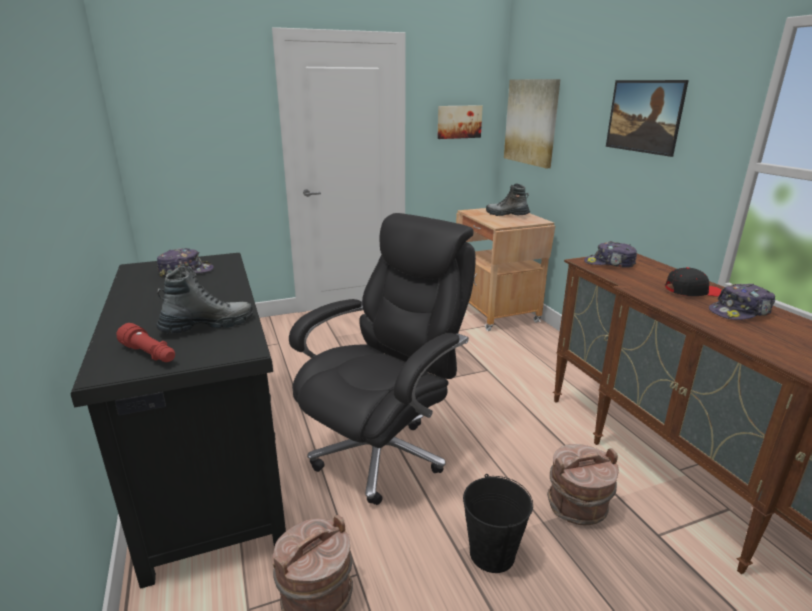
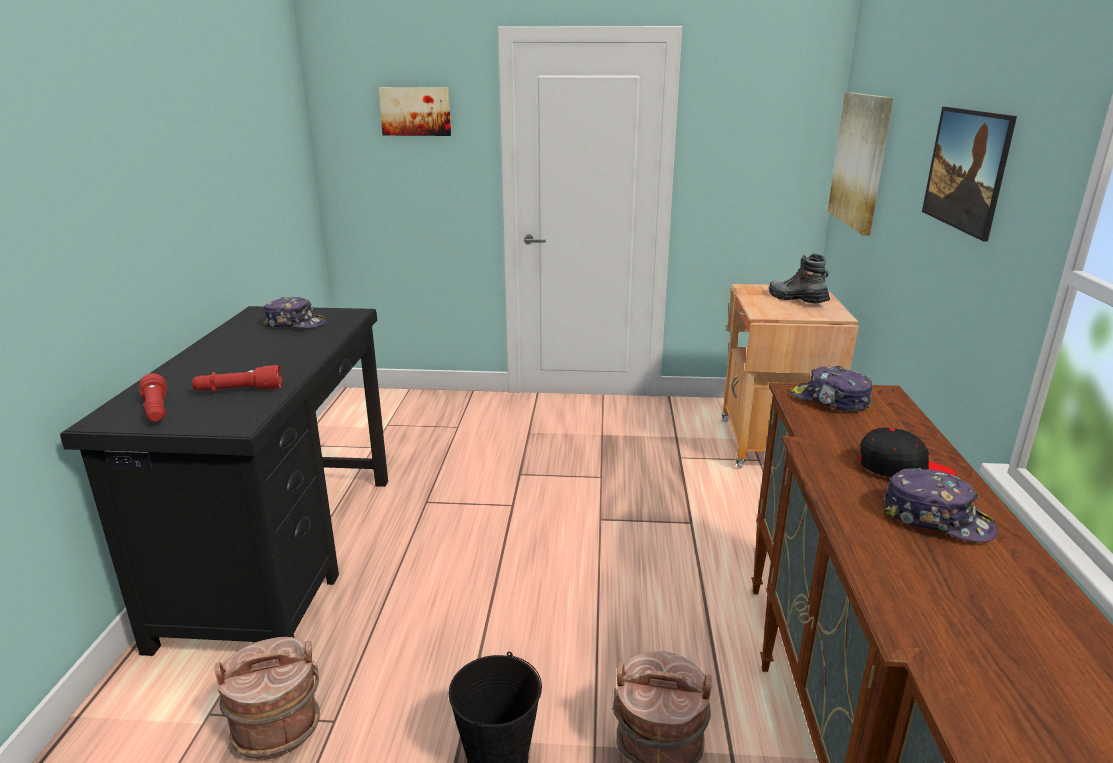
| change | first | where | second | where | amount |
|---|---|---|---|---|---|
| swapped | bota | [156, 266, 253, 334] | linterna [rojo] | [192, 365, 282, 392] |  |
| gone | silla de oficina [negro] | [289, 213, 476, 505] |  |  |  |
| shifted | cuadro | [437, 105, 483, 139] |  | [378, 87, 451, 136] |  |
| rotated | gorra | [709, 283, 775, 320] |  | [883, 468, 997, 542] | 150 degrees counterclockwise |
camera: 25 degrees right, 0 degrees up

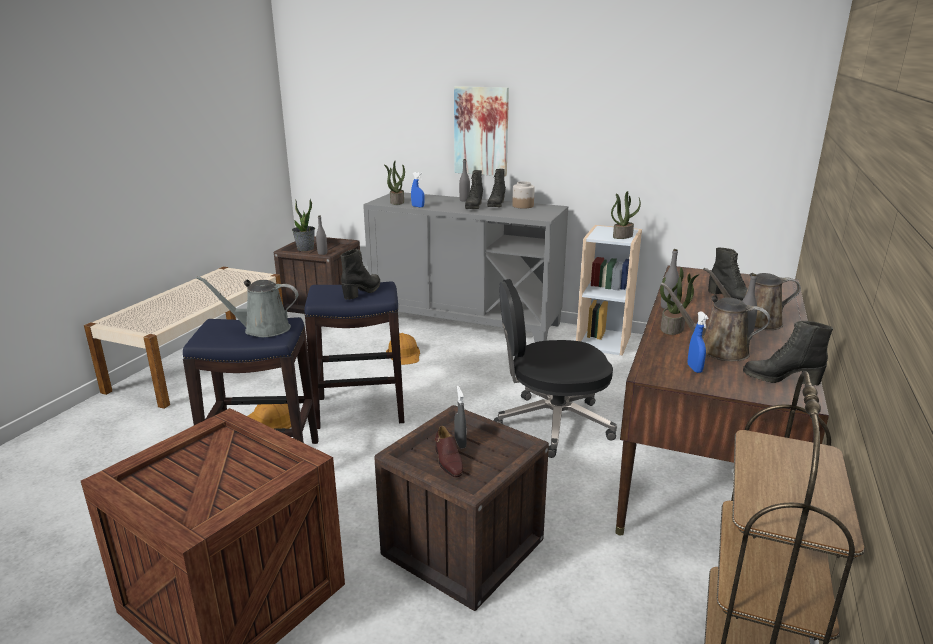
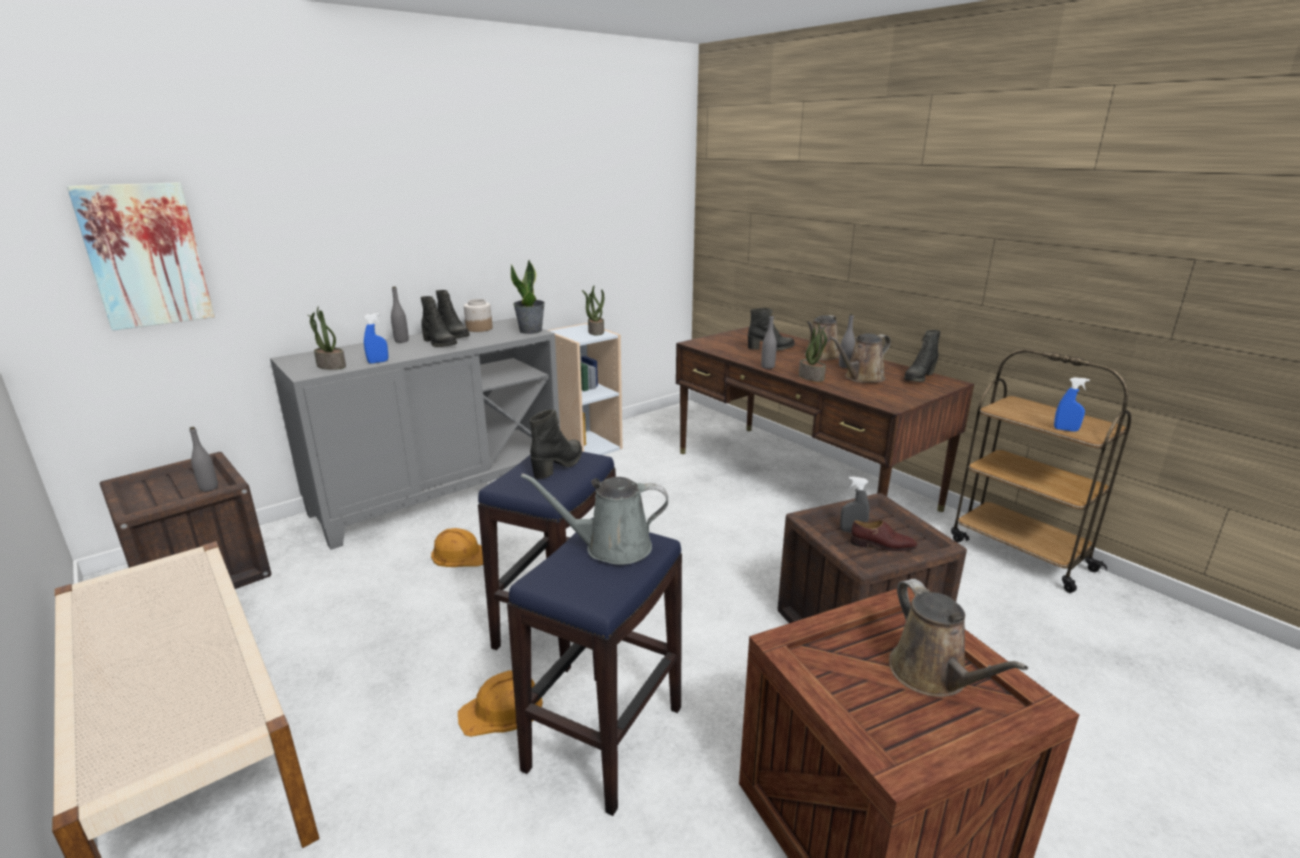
| change | first | where | second | where | amount |
|---|---|---|---|---|---|
| rotated | regadera [gris] | [196, 276, 298, 337] |  | [521, 473, 668, 565] | 60 degrees clockwise |
| shifted | planta en maceta | [292, 198, 315, 251] |  | [511, 260, 545, 334] |  |
| rotated | bota [negro] | [341, 249, 380, 300] |  | [530, 409, 582, 479] | 60 degrees clockwise |
| shifted | cuadro | [454, 86, 509, 176] |  | [67, 182, 215, 331] |  |
| gone | silla de oficina [negro] | [494, 279, 617, 458] |  |  |  |
| shifted | pulverizador [azul] | [688, 311, 709, 373] |  | [1054, 377, 1090, 432] |  |
| new |  |  | regadera [marrón] | [889, 579, 1028, 697] |  |
camera: 60 degrees left, 0 degrees up

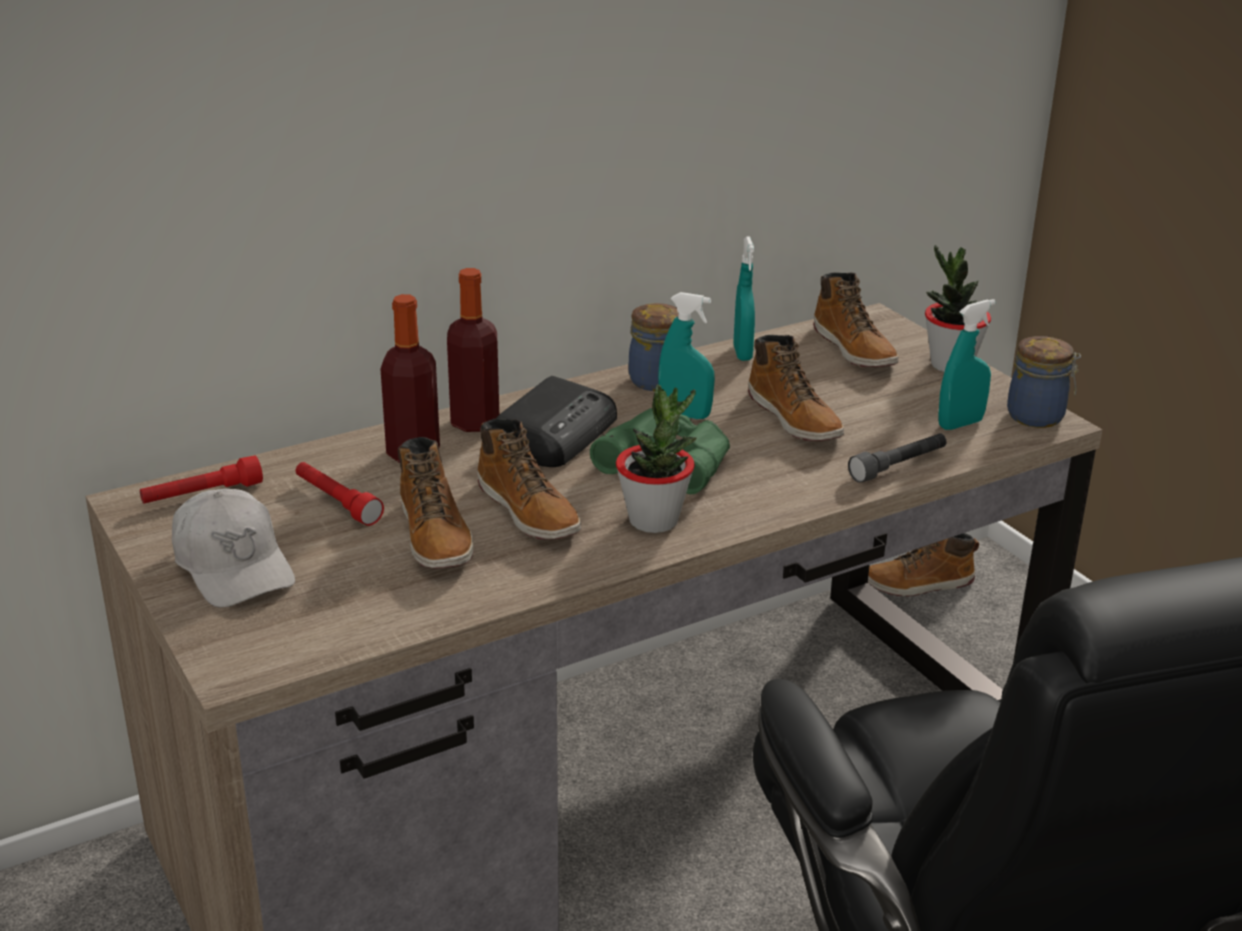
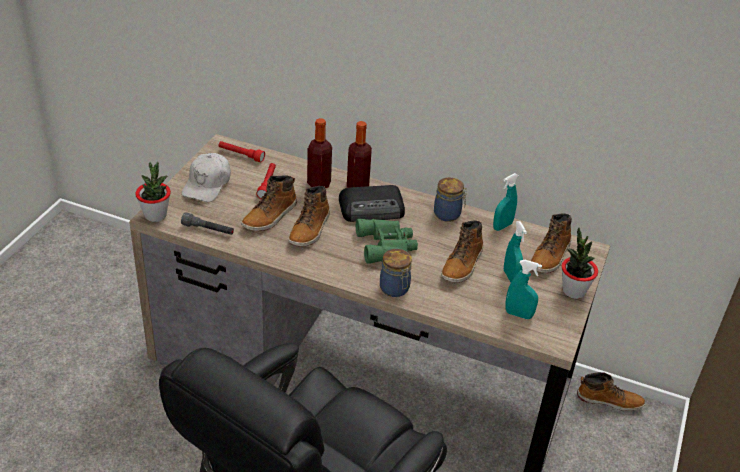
| change | first | where | second | where | amount |
|---|---|---|---|---|---|
| shifted | planta en maceta | [616, 384, 697, 533] |  | [135, 162, 171, 222] |  |
| shifted | pulverizador [turquesa] | [658, 292, 715, 419] |  | [504, 221, 527, 282] |  |
| shifted | linterna [gris] | [848, 433, 947, 483] |  | [181, 212, 234, 235] |  |
| rotated | bota | [868, 533, 979, 597] |  | [577, 372, 645, 411] | 150 degrees clockwise |
| shifted | tarro | [1007, 336, 1081, 428] |  | [380, 249, 412, 297] |  |
camera: 50 degrees right, 10 degrees up

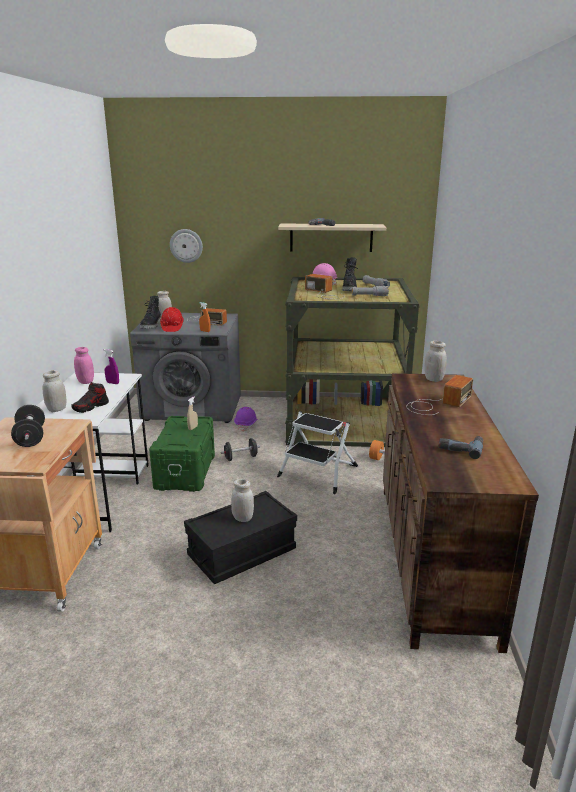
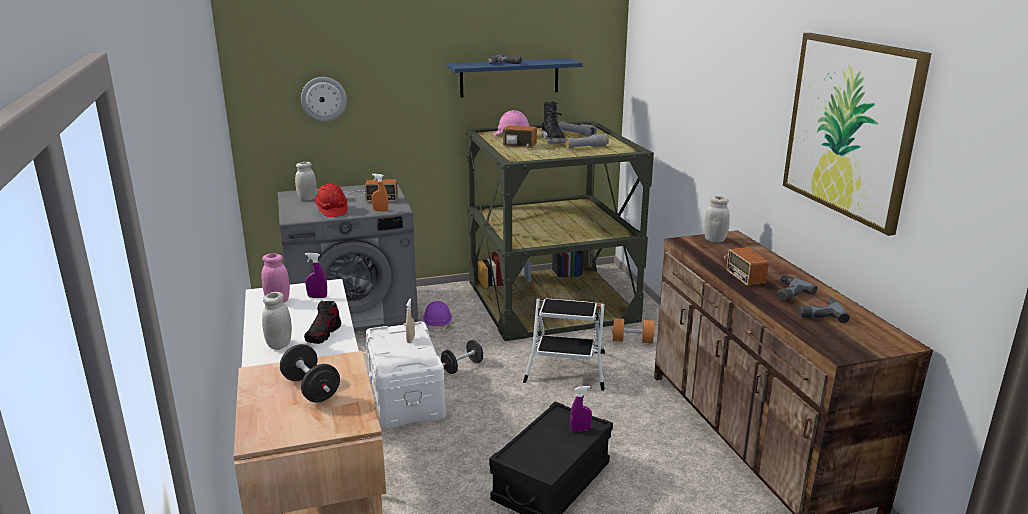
| change | first | where | second | where | amount |
|---|---|---|---|---|---|
| gone | bota [negro] | [140, 296, 161, 329] |  |  |  |
| repainted | caja de almacenaje [verde] | [149, 416, 215, 492] | caja de almacenaje [blanco] | [366, 321, 446, 428] |  |
| gone | tarro [blanco] | [231, 479, 254, 522] |  |  |  |
| repainted | estante [beis] | [278, 224, 386, 252] | estante [azul] | [447, 58, 583, 98] |  |
| rotated | radio | [407, 375, 473, 415] |  | [724, 247, 769, 285] | 150 degrees clockwise |
| new |  |  | pulverizador [morado] | [570, 386, 592, 432] |  |
| new |  |  | taladro | [777, 275, 818, 301] |  |
| new |  |  | cuadro | [783, 33, 932, 236] |  |
camera: 20 degrees left, 0 degrees up

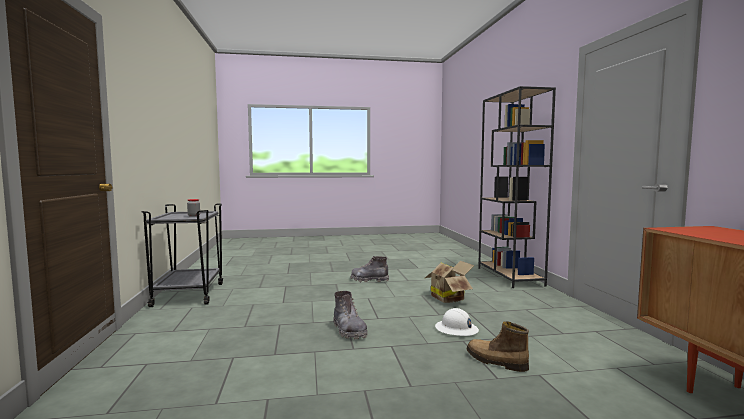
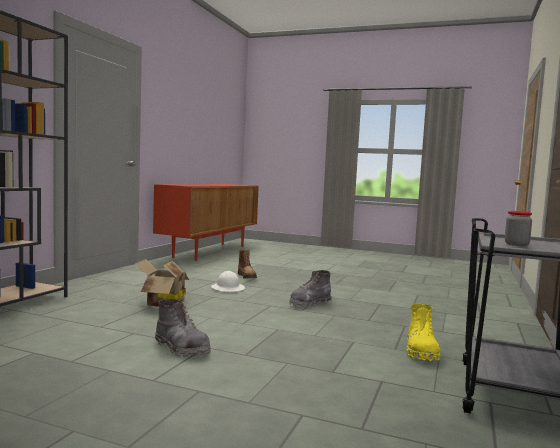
| change | first | where | second | where | amount |
|---|---|---|---|---|---|
| rotated | bota [gris] | [333, 291, 368, 339] |  | [289, 270, 331, 308] | 135 degrees counterclockwise |
| new |  |  | bota [amarillo] | [407, 304, 440, 363] |  |
camera: 150 degrees left, 0 degrees up

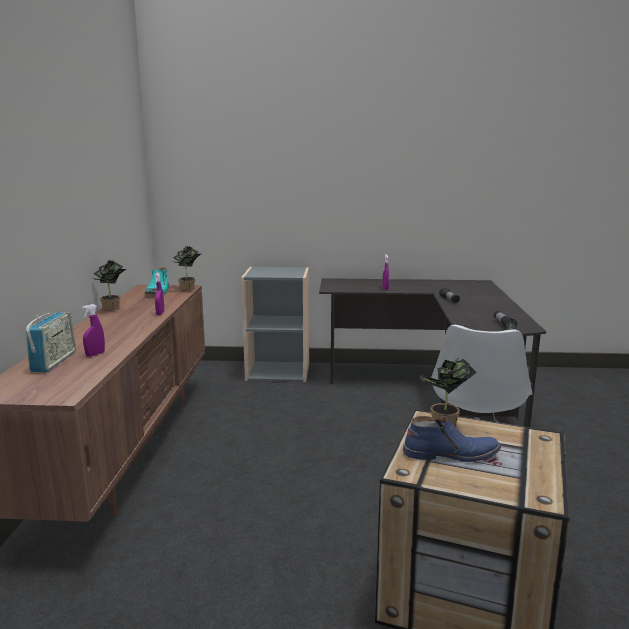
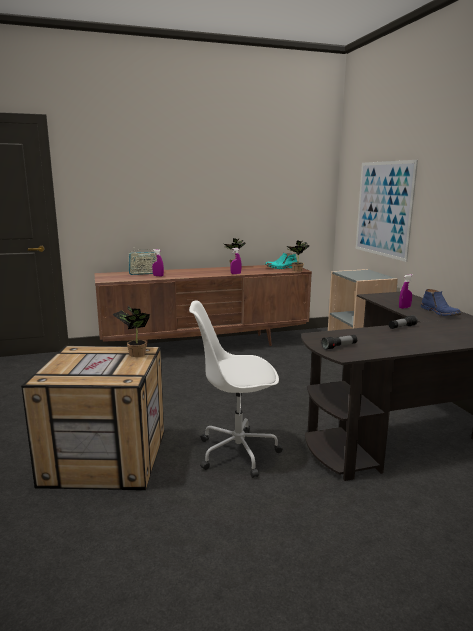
| change | first | where | second | where | amount |
|---|---|---|---|---|---|
| shifted | bota [azul] | [403, 416, 501, 462] |  | [421, 289, 461, 316] |  |
| new |  |  | cuadro | [356, 160, 418, 262] |  |
camera: 70 degrees right, 0 degrees up

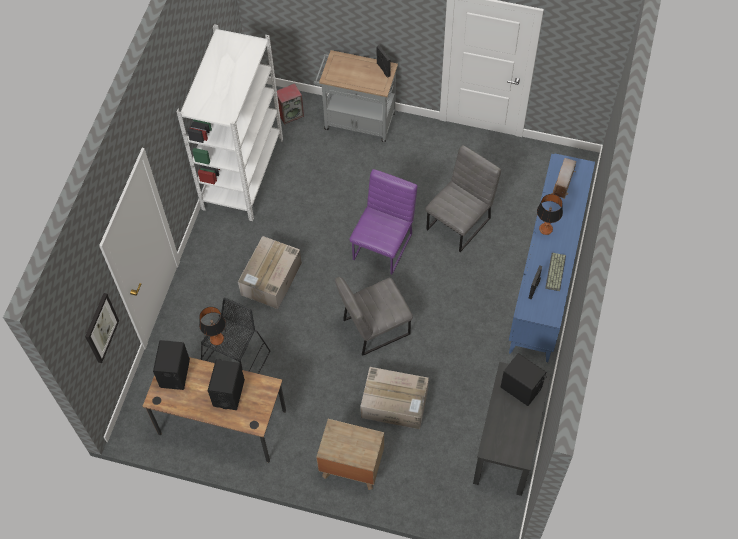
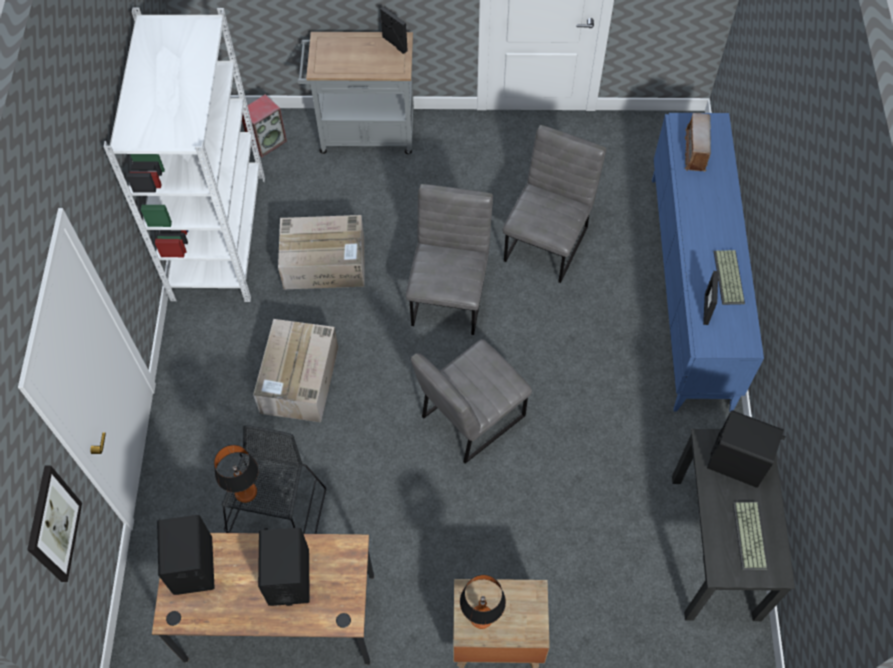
| change | first | where | second | where | amount |
|---|---|---|---|---|---|
| repainted | silla [morado] | [350, 169, 417, 274] | silla [gris] | [406, 184, 493, 335] |  |
| shifted | caja de cartón | [360, 367, 429, 429] |  | [278, 215, 364, 289] |  |
| shifted | lámpara de mesa | [537, 194, 563, 235] |  | [460, 575, 506, 629] |  |
| new |  |  | teclado | [733, 502, 768, 570] |  |
camera: 15 degrees left, 0 degrees up

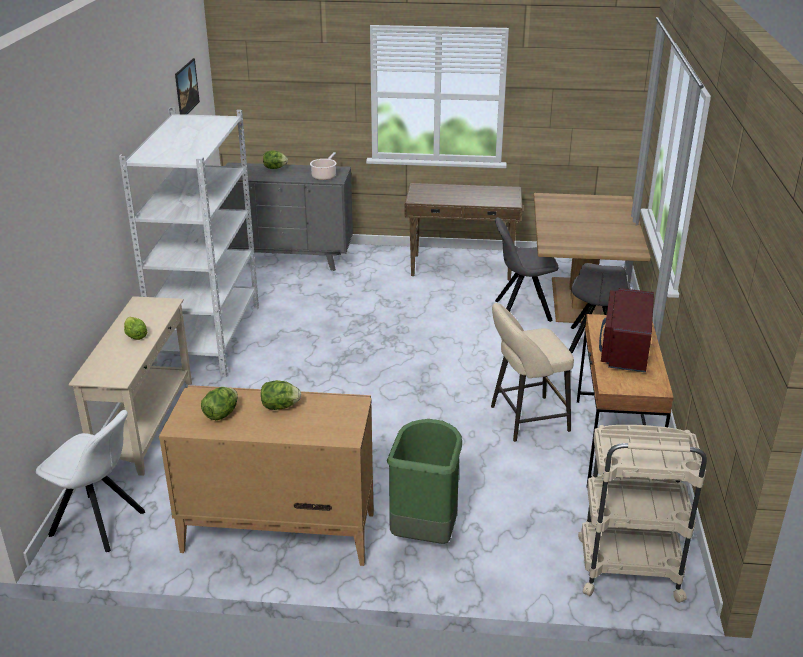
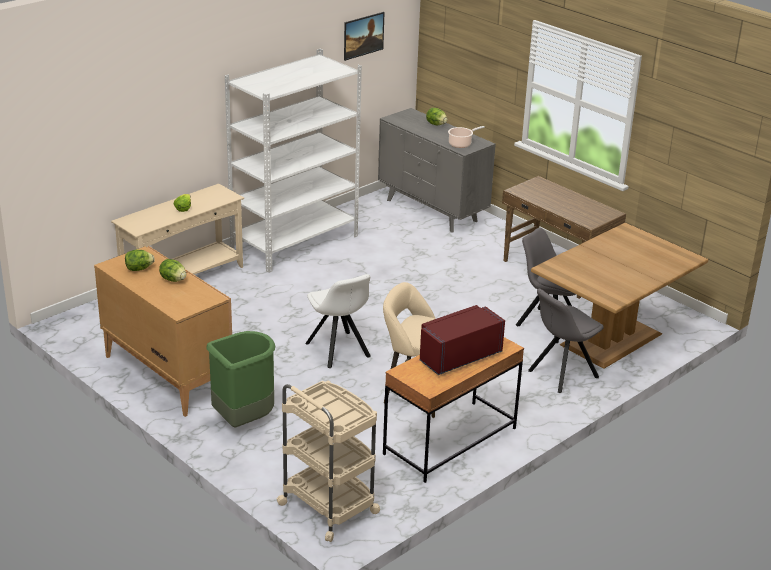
| change | first | where | second | where | amount |
|---|---|---|---|---|---|
| shifted | silla [blanco] | [36, 410, 145, 552] |  | [305, 274, 371, 368] |  |
camera: 40 degrees right, 0 degrees up

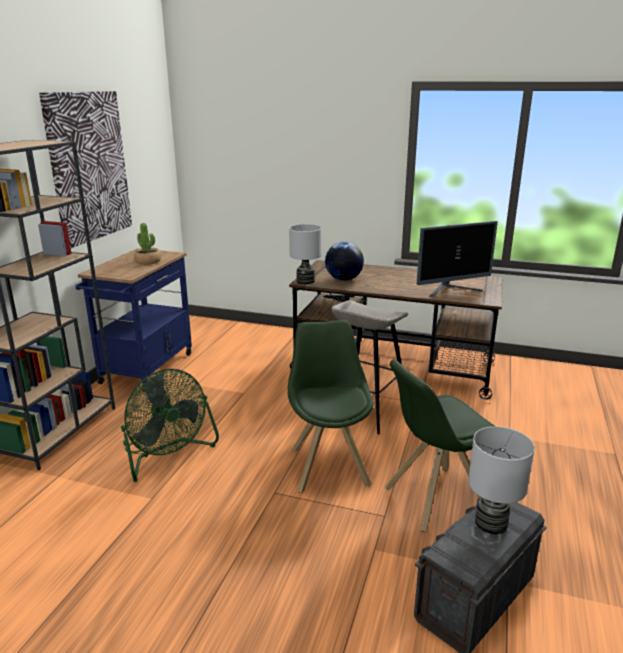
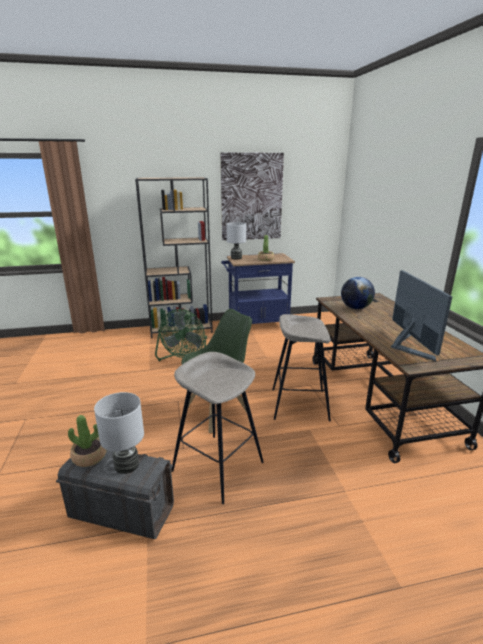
| change | first | where | second | where | amount |
|---|---|---|---|---|---|
| shifted | lámpara de mesa [gris] | [289, 224, 321, 284] |  | [226, 222, 246, 260] |  |
| swapped | silla [verde] | [385, 359, 495, 532] | taburete [gris] | [171, 352, 264, 504] |  |
| rotated | monitor | [417, 221, 498, 297] |  | [391, 270, 452, 361] | 135 degrees counterclockwise |
| new |  |  | planta en maceta | [68, 415, 106, 467] |  |
camera: 60 degrees right, 0 degrees up

